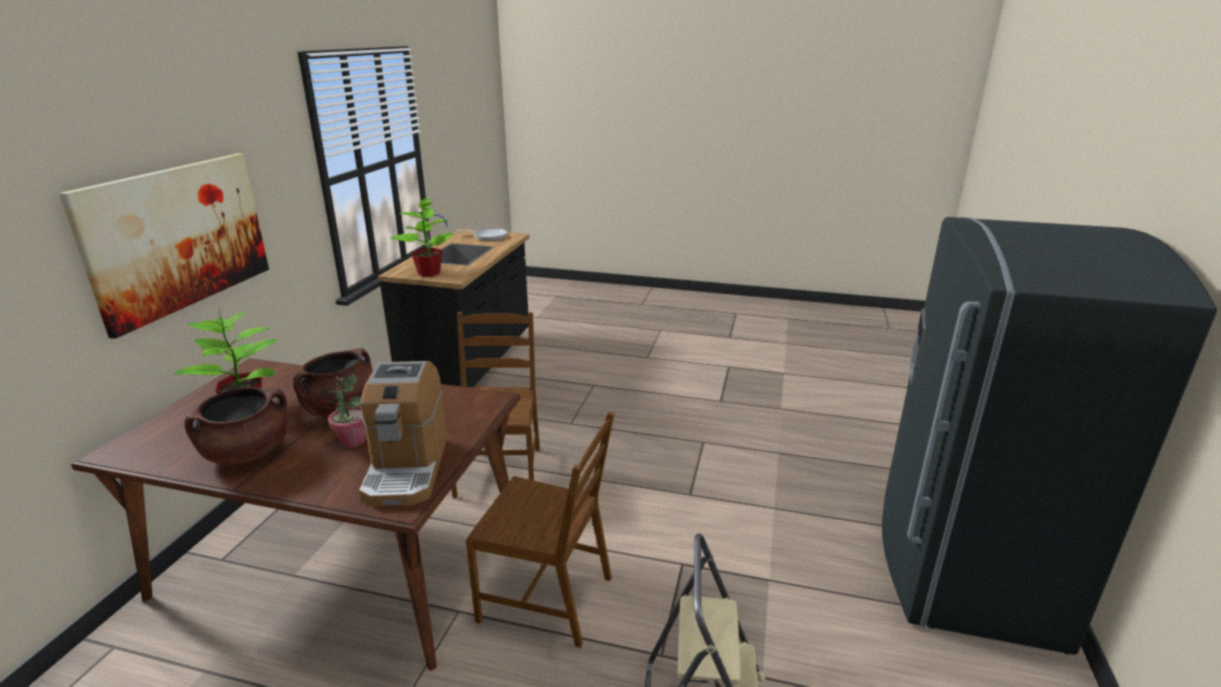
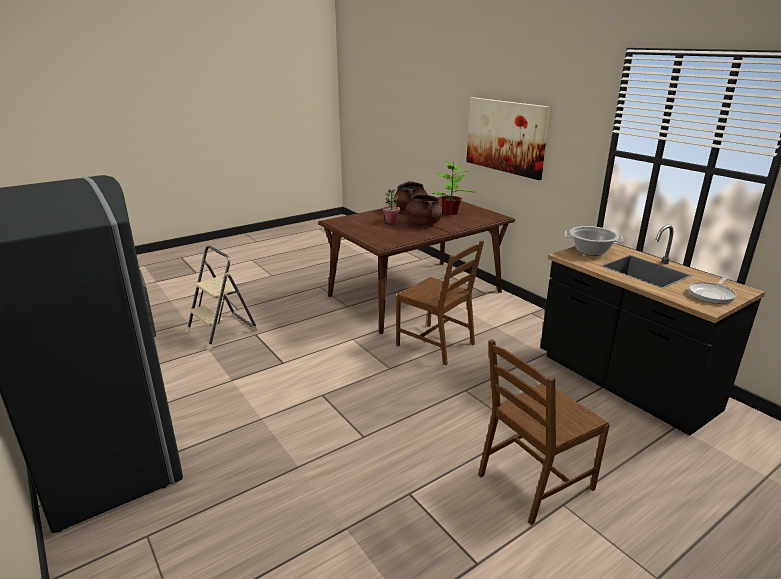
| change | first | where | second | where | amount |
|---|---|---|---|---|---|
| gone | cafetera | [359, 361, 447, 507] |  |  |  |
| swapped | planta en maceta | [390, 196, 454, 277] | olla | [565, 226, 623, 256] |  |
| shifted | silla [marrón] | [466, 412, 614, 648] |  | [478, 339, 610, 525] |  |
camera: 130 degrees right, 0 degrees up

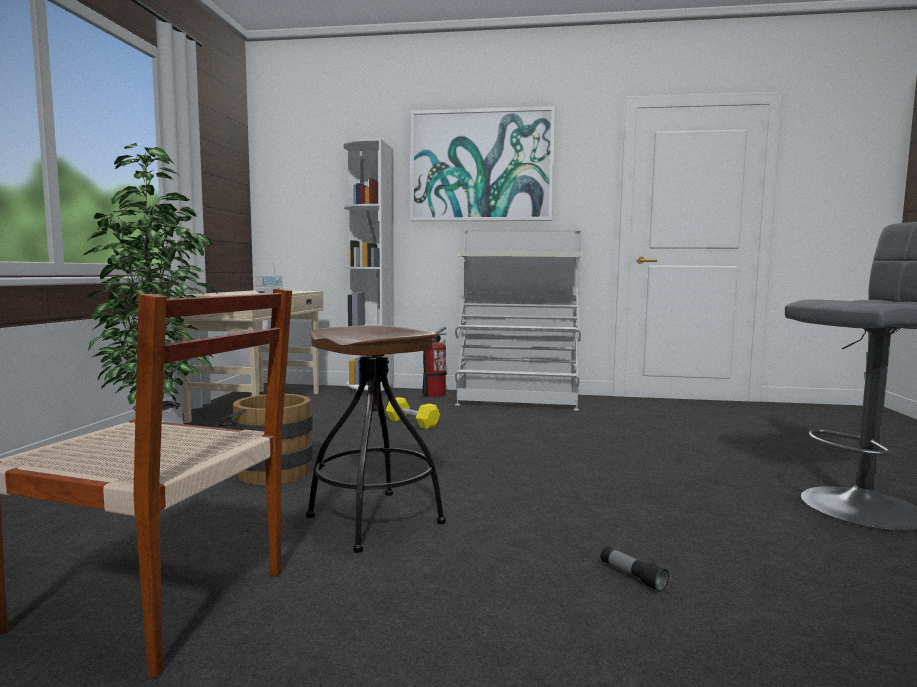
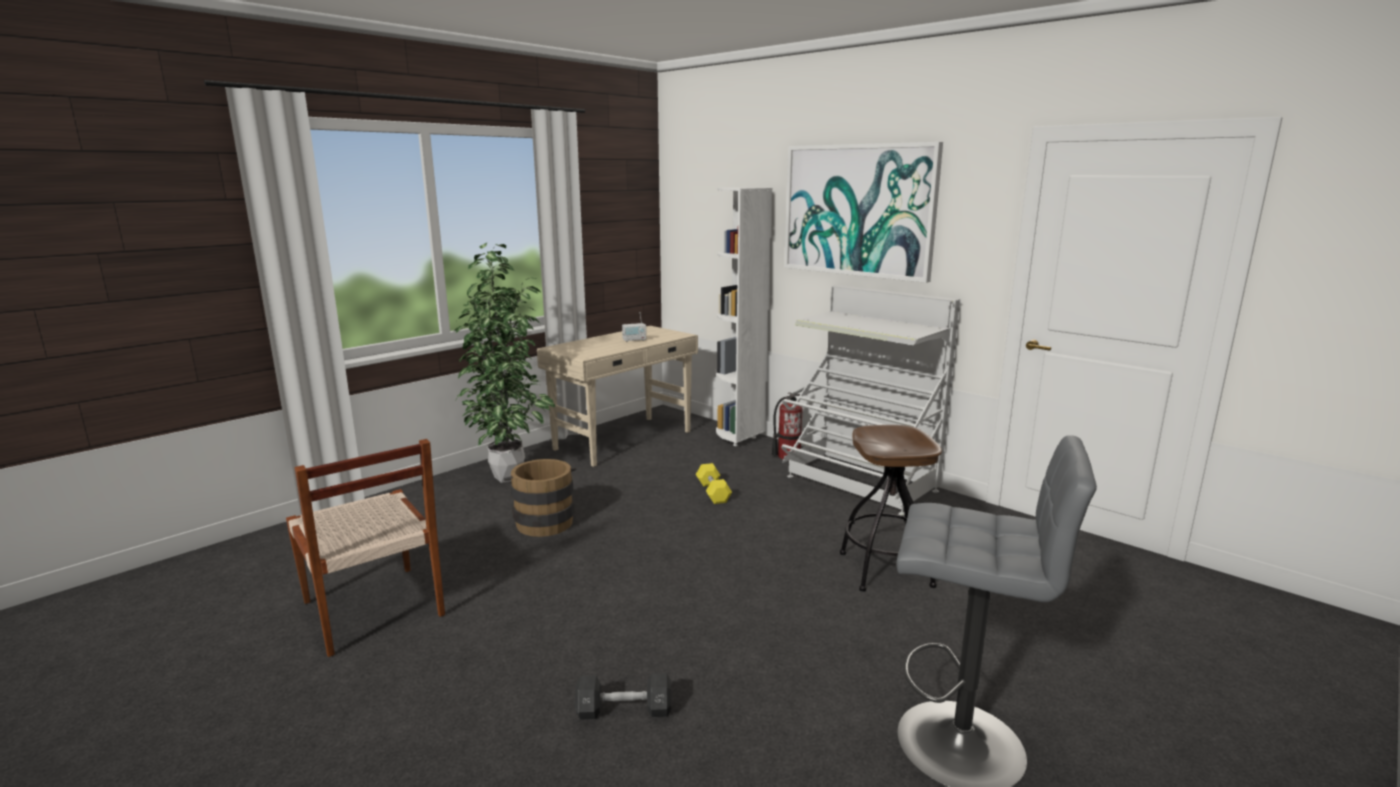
| change | first | where | second | where | amount |
|---|---|---|---|---|---|
| shifted | taburete [marrón] | [306, 325, 446, 553] |  | [840, 425, 942, 592] |  |
| swapped | linterna | [601, 546, 669, 592] | mancuerna [negro] | [575, 673, 671, 720] |  |
camera: 35 degrees right, 10 degrees up

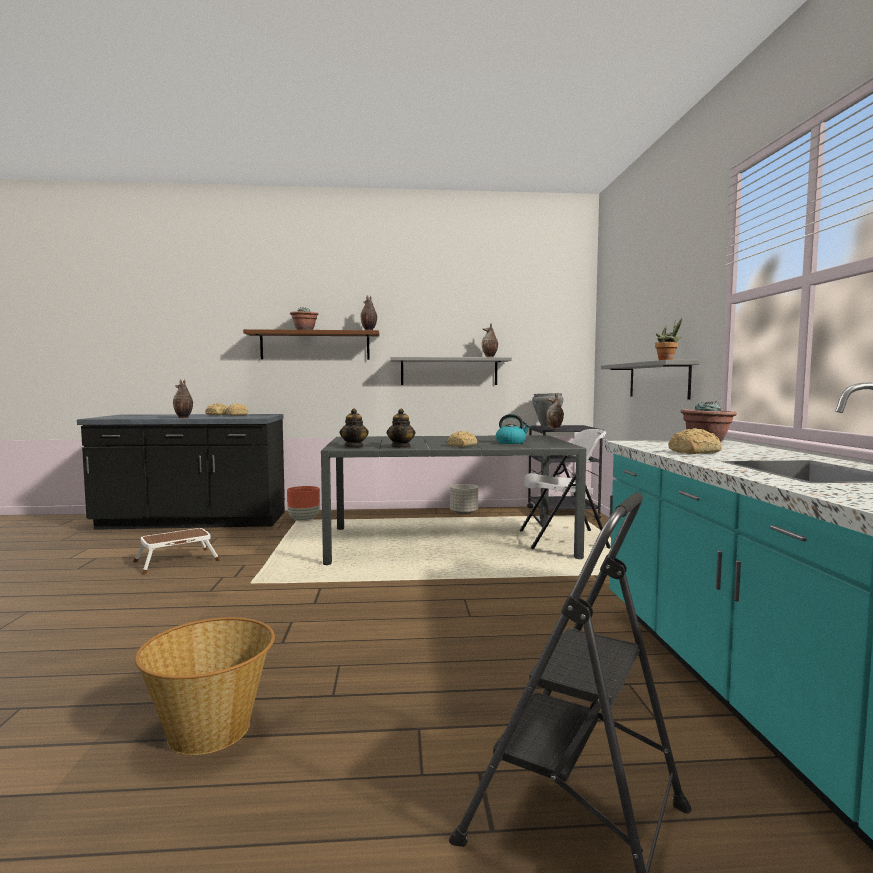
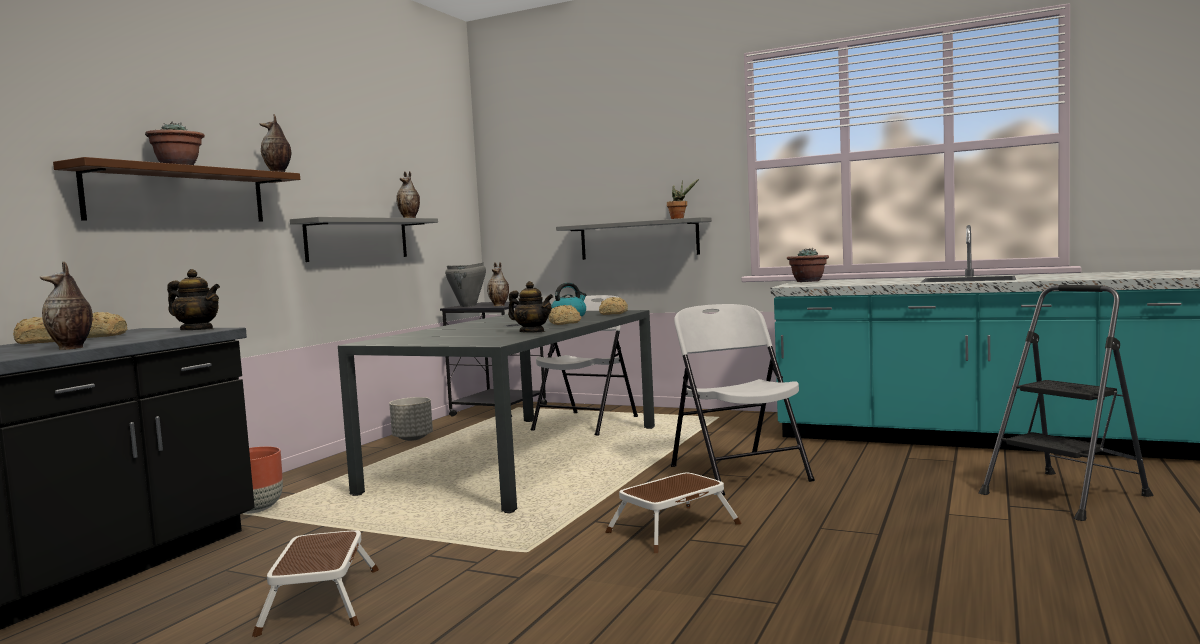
| change | first | where | second | where | amount |
|---|---|---|---|---|---|
| gone | cesta | [135, 617, 275, 755] |  |  |  |
| shifted | tetera | [339, 408, 369, 447] |  | [167, 269, 220, 330] |  |
| shifted | pan | [668, 428, 722, 454] |  | [599, 297, 628, 315] |  |
| new |  |  | escalera de tijera [marrón] | [605, 473, 741, 553] |  |
| new |  |  | silla [blanco] | [671, 304, 815, 496] |  |
camera: 60 degrees left, 0 degrees up

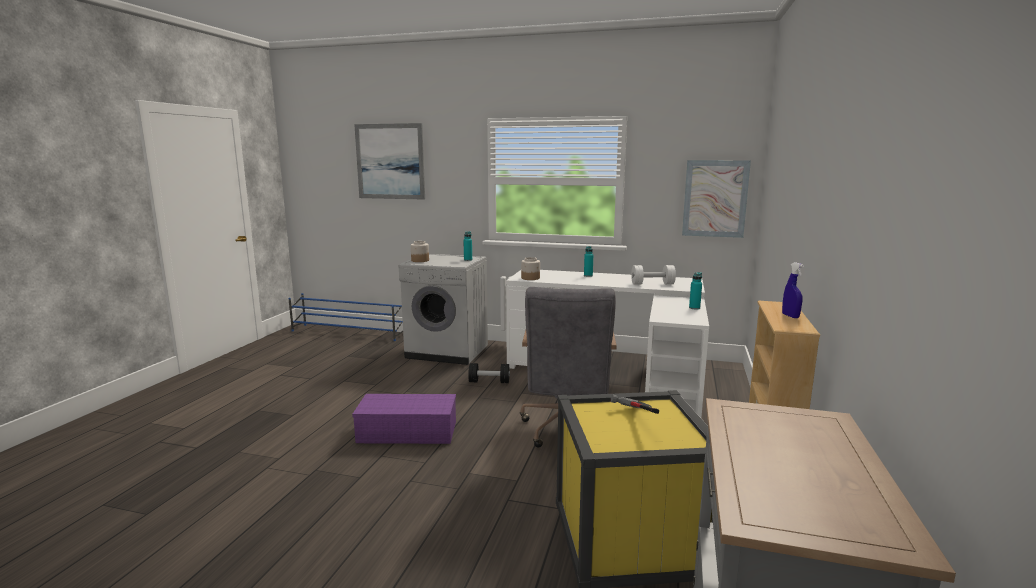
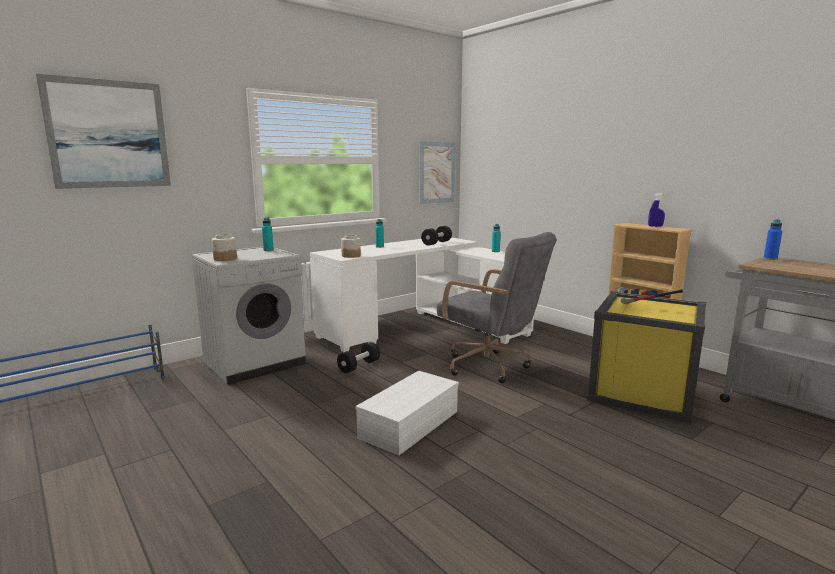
| change | first | where | second | where | amount |
|---|---|---|---|---|---|
| repainted | caja de almacenaje [morado] | [352, 394, 456, 444] | caja de almacenaje [blanco] | [355, 371, 459, 456] |  |
| repainted | mancuerna [blanco] | [631, 265, 676, 285] | mancuerna [negro] | [421, 226, 452, 246] |  |
| new |  |  | botella [azul] | [764, 219, 782, 260] |  |
camera: 55 degrees left, 0 degrees up

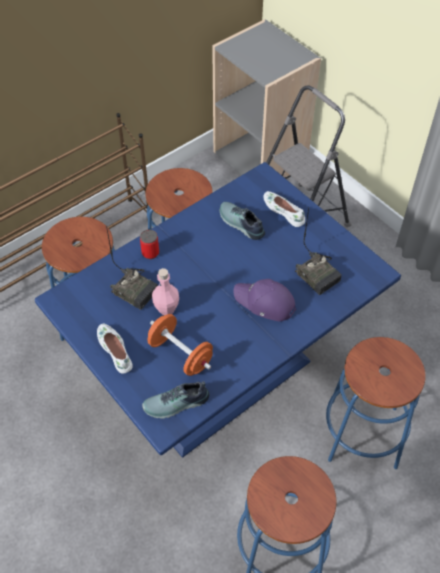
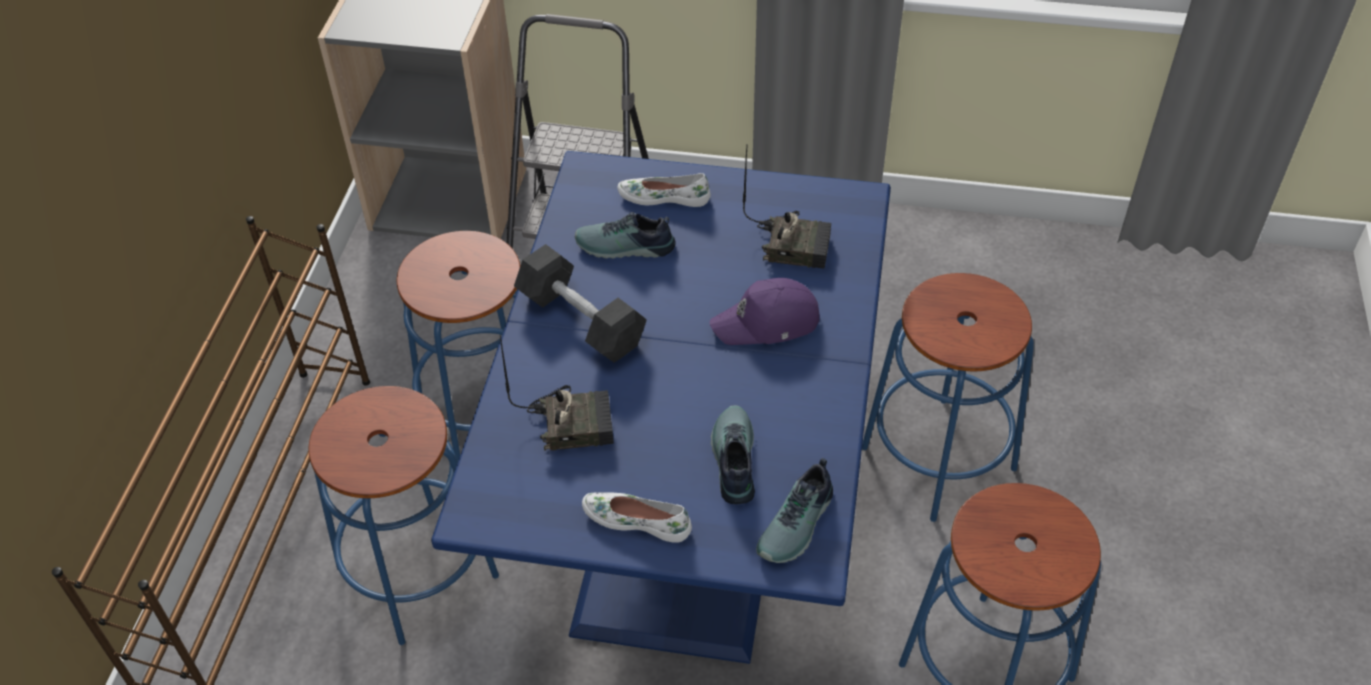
| change | first | where | second | where | amount |
|---|---|---|---|---|---|
| gone | lata | [140, 230, 159, 259] |  |  |  |
| swapped | mancuerna [naranja] | [147, 314, 213, 376] | zapato | [711, 405, 755, 504] |  |
| gone | botella [rosa] | [152, 268, 179, 315] |  |  |  |
| new |  |  | mancuerna [negro] | [514, 244, 647, 363] |  |
camera: 40 degrees left, 5 degrees down

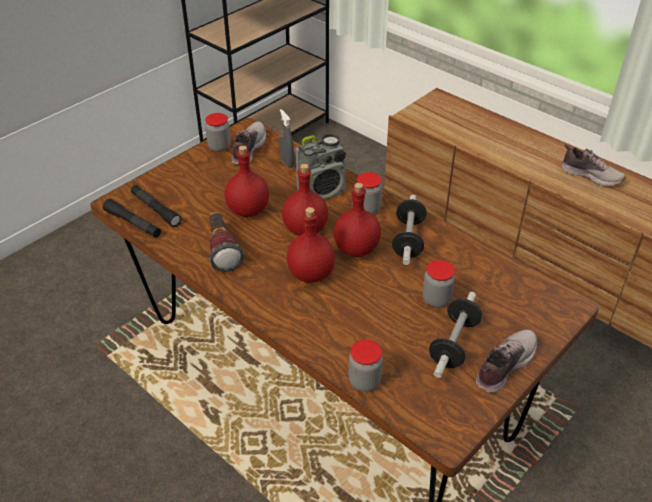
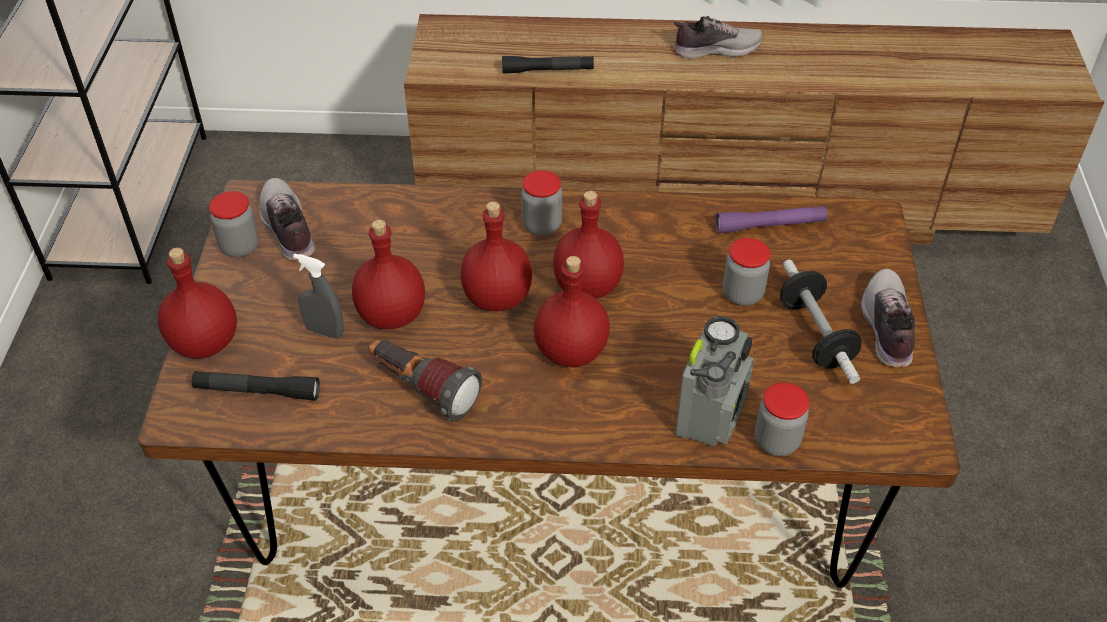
| change | first | where | second | where | amount |
|---|---|---|---|---|---|
| shifted | linterna [negro] | [103, 199, 161, 238] |  | [502, 56, 594, 74] |  |
| shifted | pulverizador [gris] | [279, 109, 295, 168] |  | [293, 253, 344, 339] |  |
| shifted | radio | [296, 134, 346, 200] |  | [675, 316, 754, 447] |  |
| gone | mancuerna | [392, 195, 427, 265] |  |  |  |
| new |  |  | botella [rojo] | [158, 248, 237, 359] |  |
| new |  |  | linterna [morado] | [716, 206, 827, 233] |  |
camera: 40 degrees left, 5 degrees up

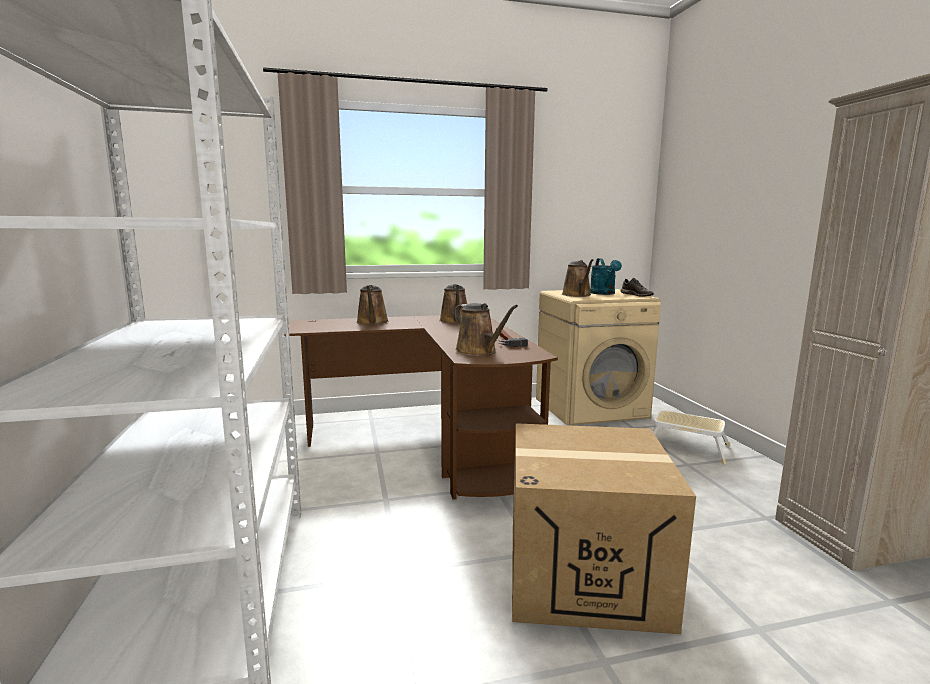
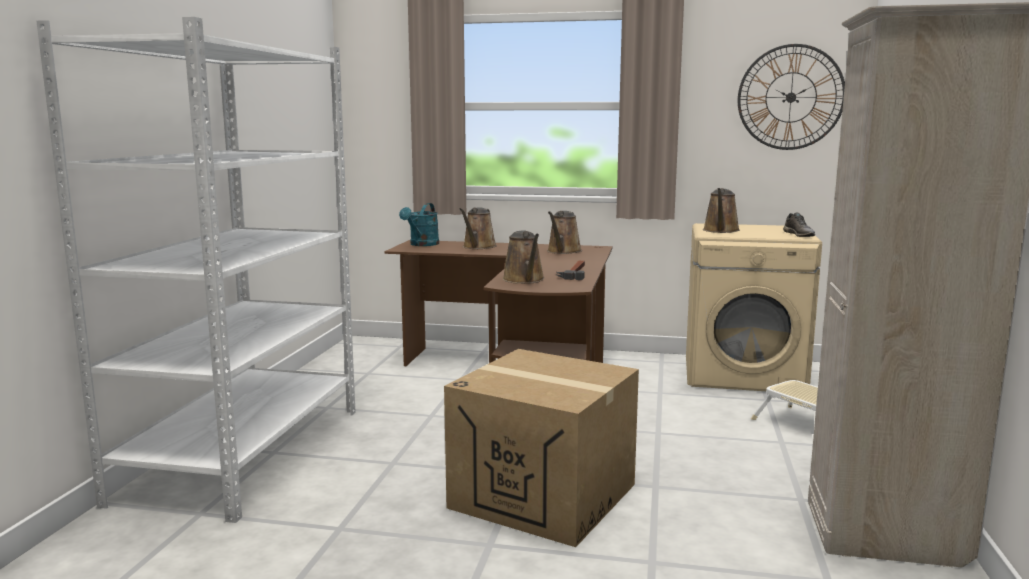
| change | first | where | second | where | amount |
|---|---|---|---|---|---|
| shifted | regadera [turquesa] | [590, 258, 622, 295] |  | [399, 203, 439, 246] |  |
| new |  |  | reloj de pared | [738, 44, 845, 150] |  |
camera: 25 degrees right, 0 degrees up

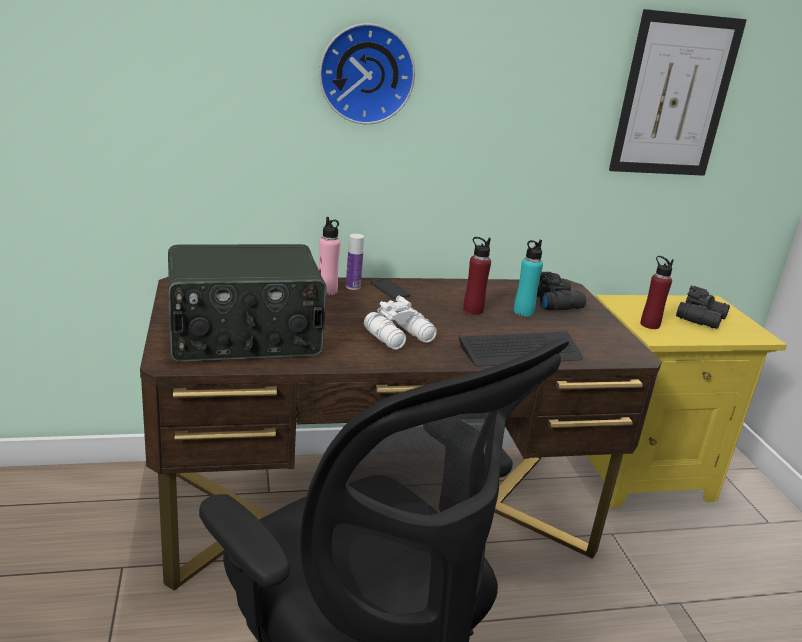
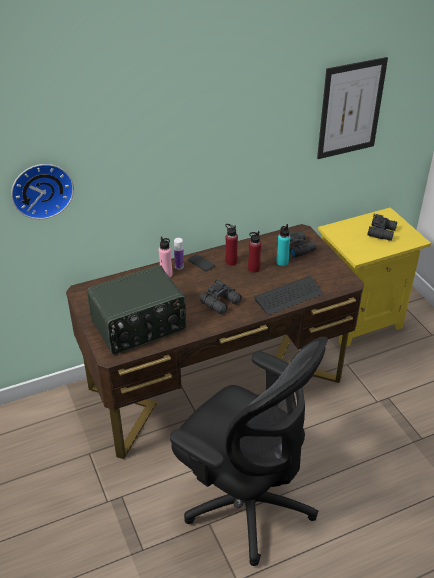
| change | first | where | second | where | amount |
|---|---|---|---|---|---|
| shifted | reloj de pared | [319, 23, 415, 124] |  | [11, 164, 74, 219] |  |
| repainted | prismáticos [blanco] | [364, 296, 437, 350] | prismáticos [negro] | [200, 279, 242, 315] |  |
| shifted | botella [rojo] | [640, 256, 674, 329] |  | [225, 224, 238, 265] |  |
camera: 10 degrees left, 15 degrees up

